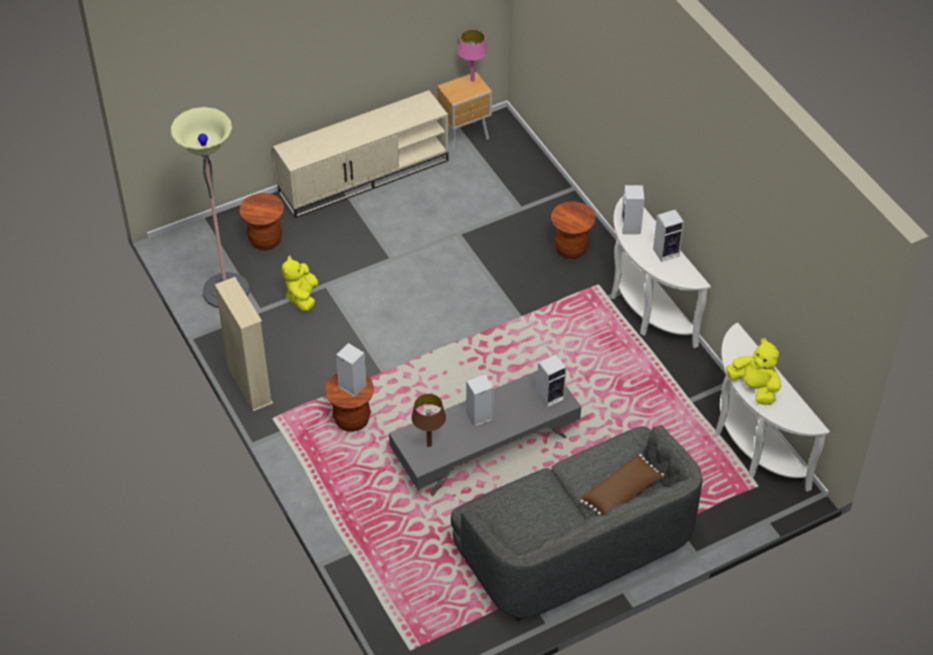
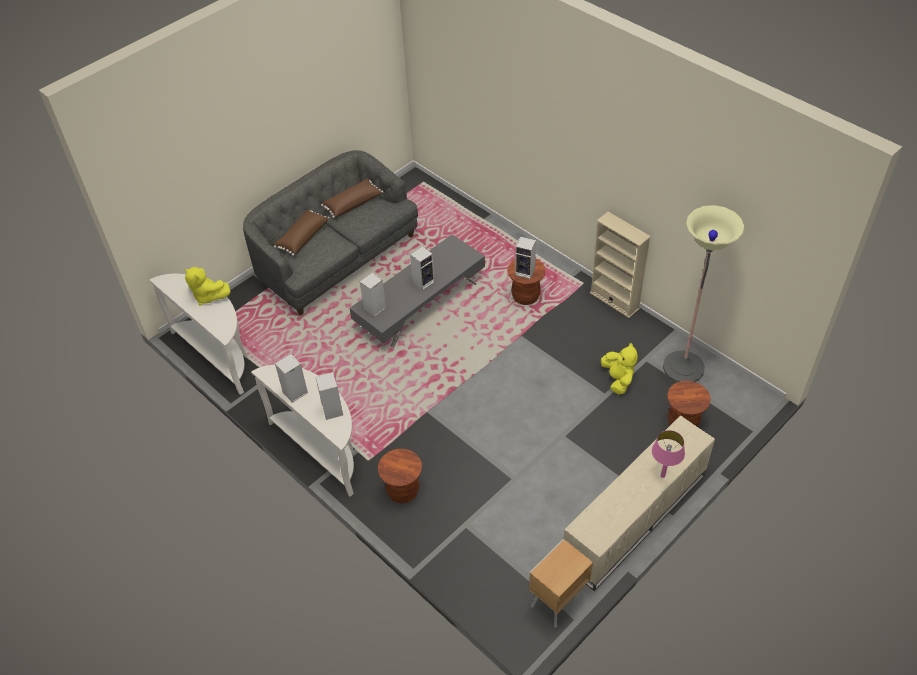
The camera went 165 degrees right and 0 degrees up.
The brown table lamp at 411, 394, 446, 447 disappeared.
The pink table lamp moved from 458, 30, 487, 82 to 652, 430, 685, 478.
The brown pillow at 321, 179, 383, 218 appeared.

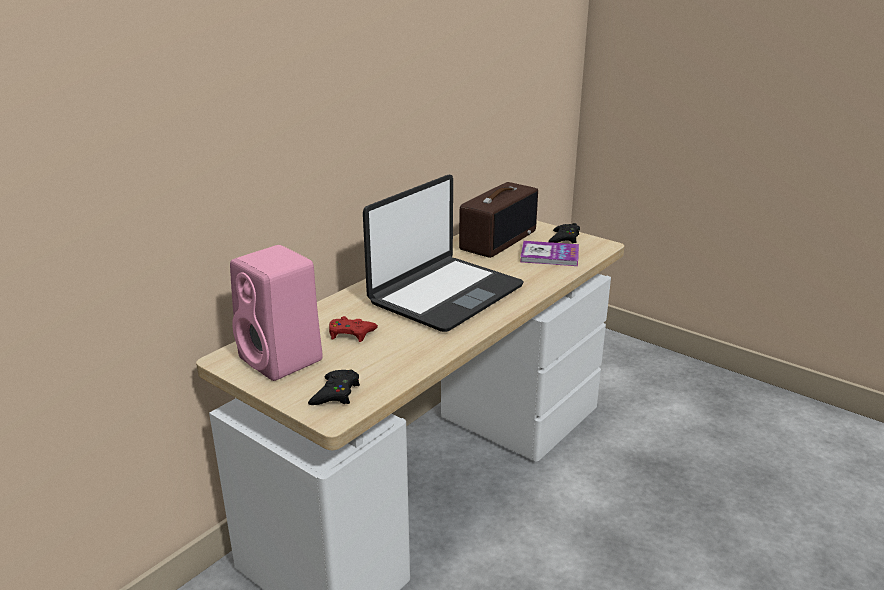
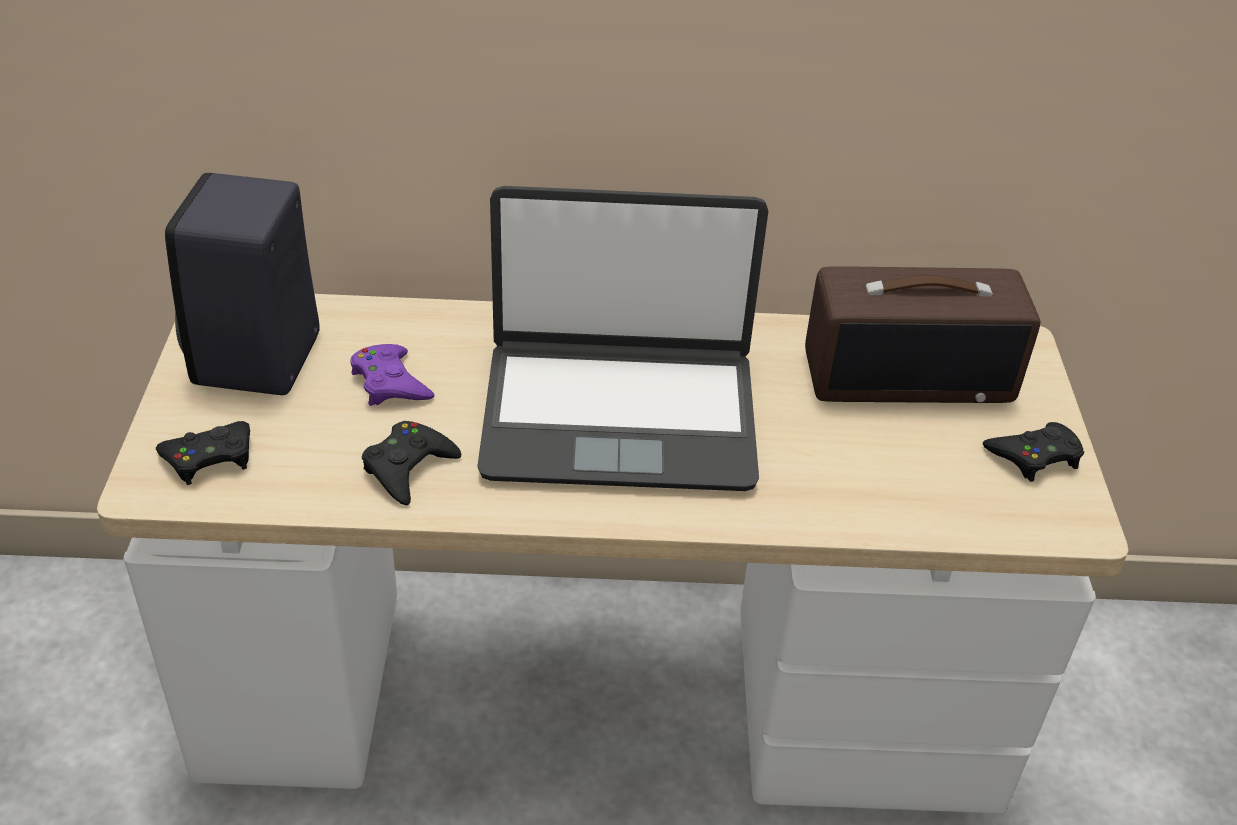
The camera went 50 degrees right and 15 degrees up.
The pink speaker at 230, 245, 323, 381 became the black speaker at 165, 173, 320, 395.
The red game controller at 329, 316, 378, 342 became the purple game controller at 350, 344, 434, 406.
The book at 520, 241, 579, 266 disappeared.
The black game controller at 362, 421, 461, 505 appeared.

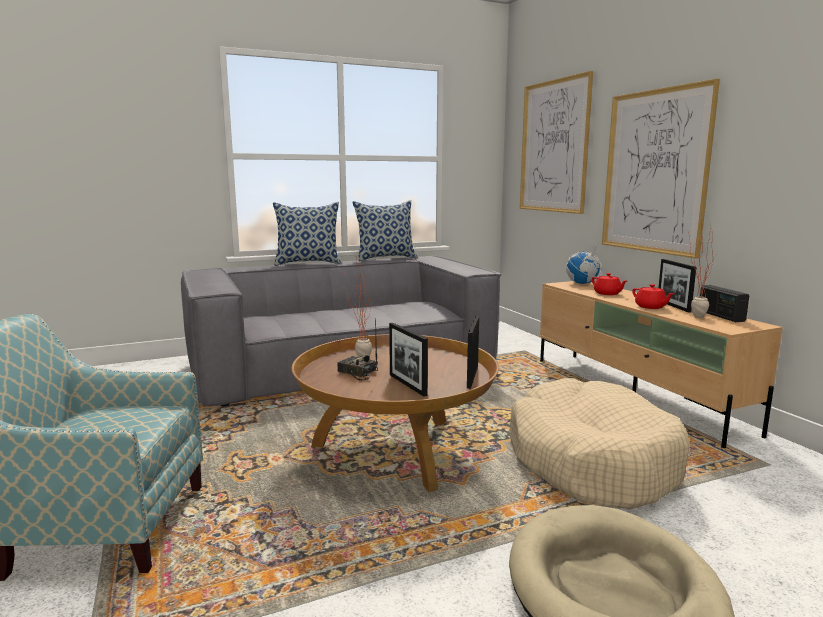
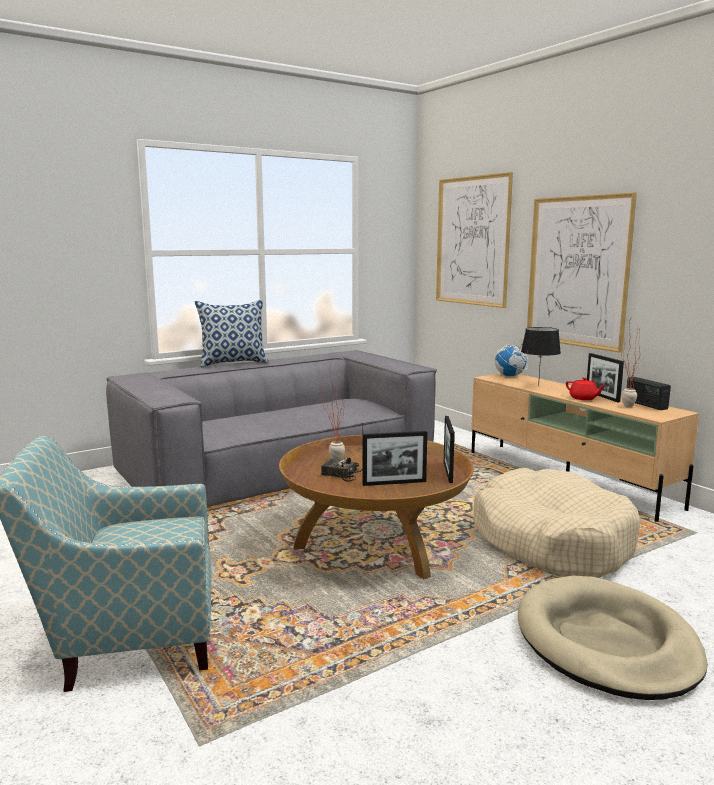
The camera went 10 degrees left and 0 degrees up.
The pillow at 353, 200, 418, 261 disappeared.
The picture frame at 389, 323, 428, 397 turned 60 degrees counterclockwise.
The red teapot at 592, 273, 627, 295 was replaced by the black table lamp at 521, 327, 561, 386.

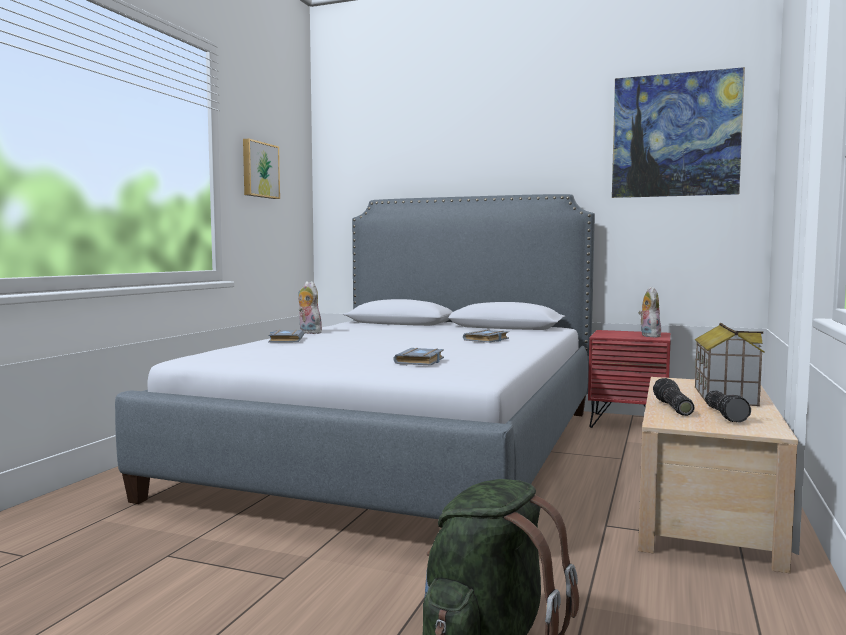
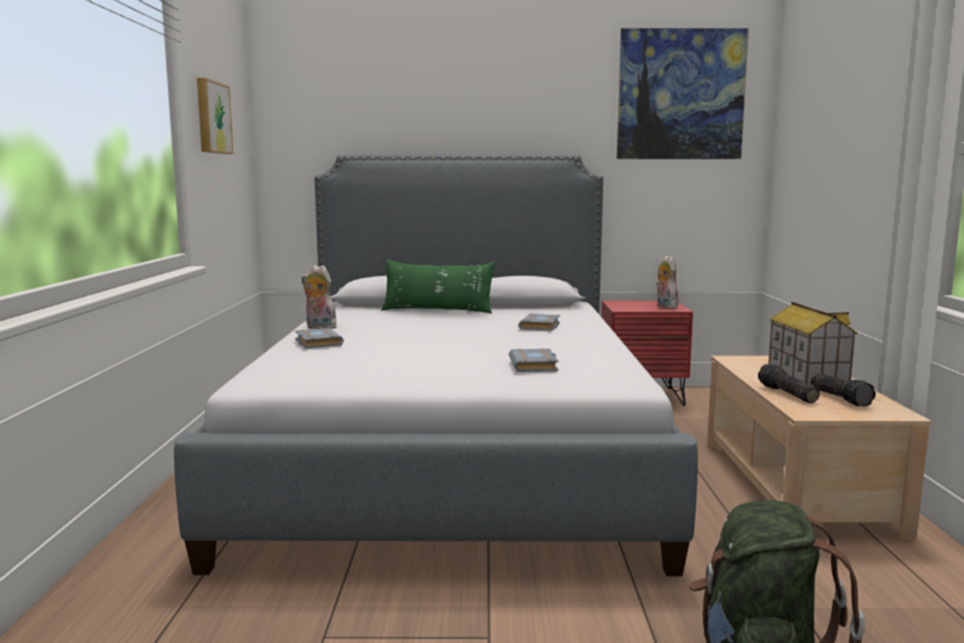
The camera went 20 degrees left and 5 degrees up.
The green pillow at 381, 259, 494, 314 appeared.

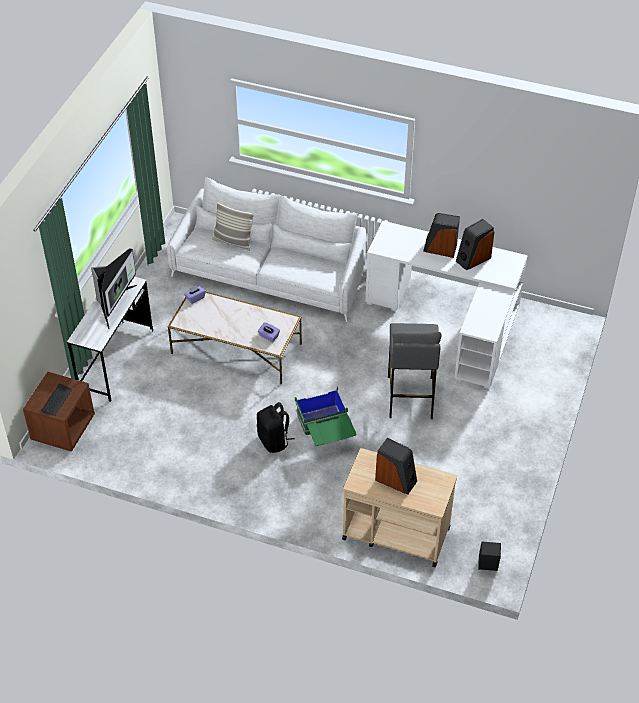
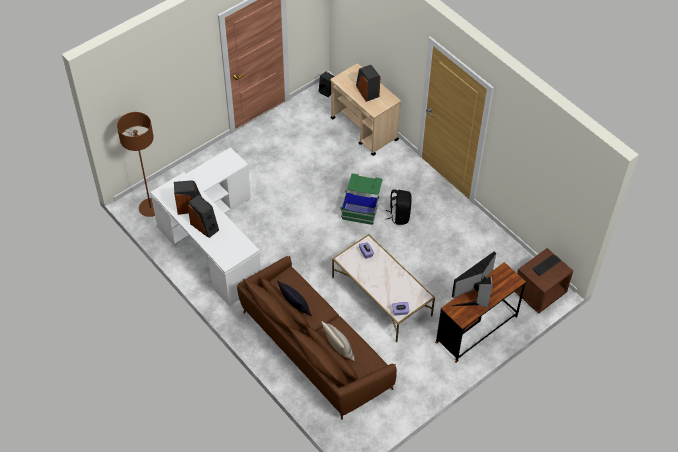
The camera went 150 degrees left and 5 degrees up.
The white desk at 67, 277, 153, 402 became the brown desk at 435, 262, 526, 363.
The white sofa at 167, 177, 367, 322 became the brown sofa at 237, 256, 397, 420.
The grey stool at 388, 323, 442, 419 disappeared.
The brown floor lamp at 117, 112, 155, 217 appeared.
The pillow at 277, 280, 312, 317 appeared.

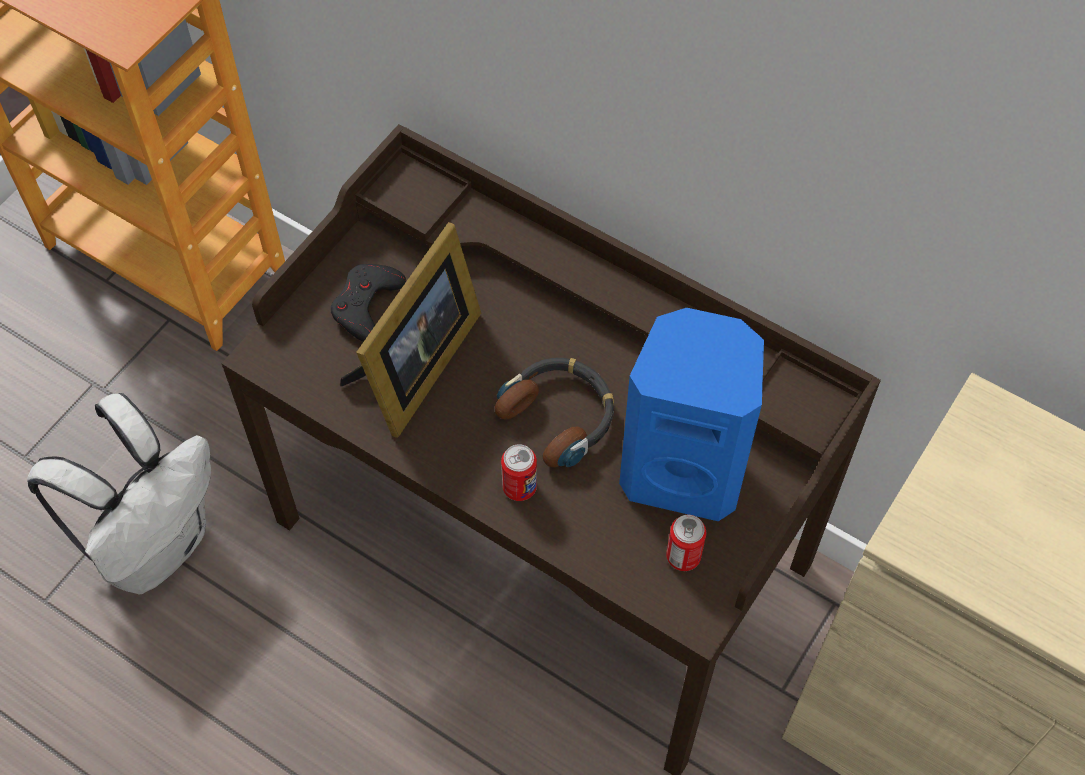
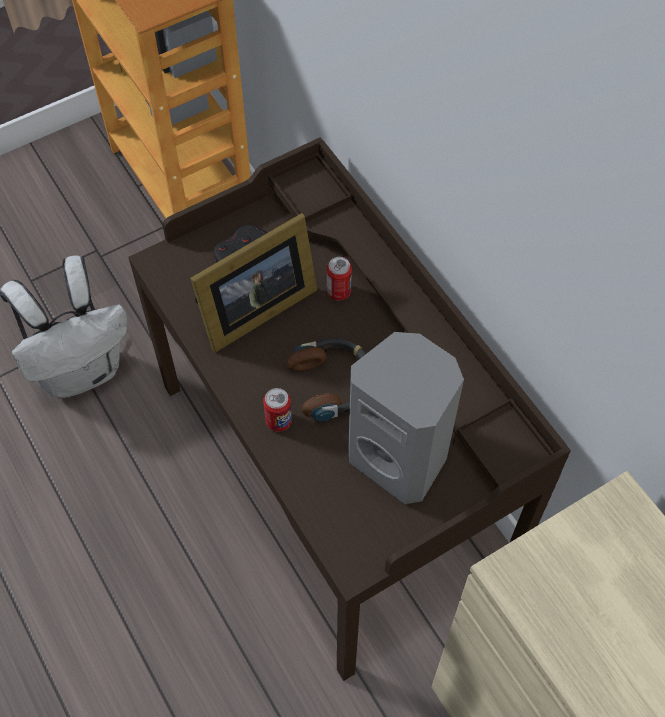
The camera went 25 degrees right and 0 degrees up.
The blue speaker at 619, 308, 764, 521 became the grey speaker at 349, 332, 464, 504.
The can moved from 666, 515, 706, 571 to 327, 257, 352, 300.

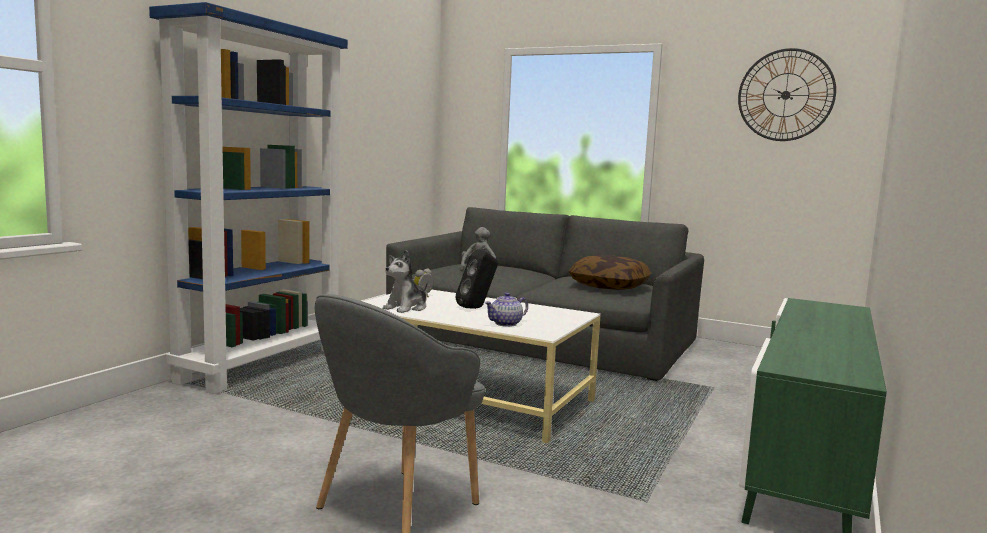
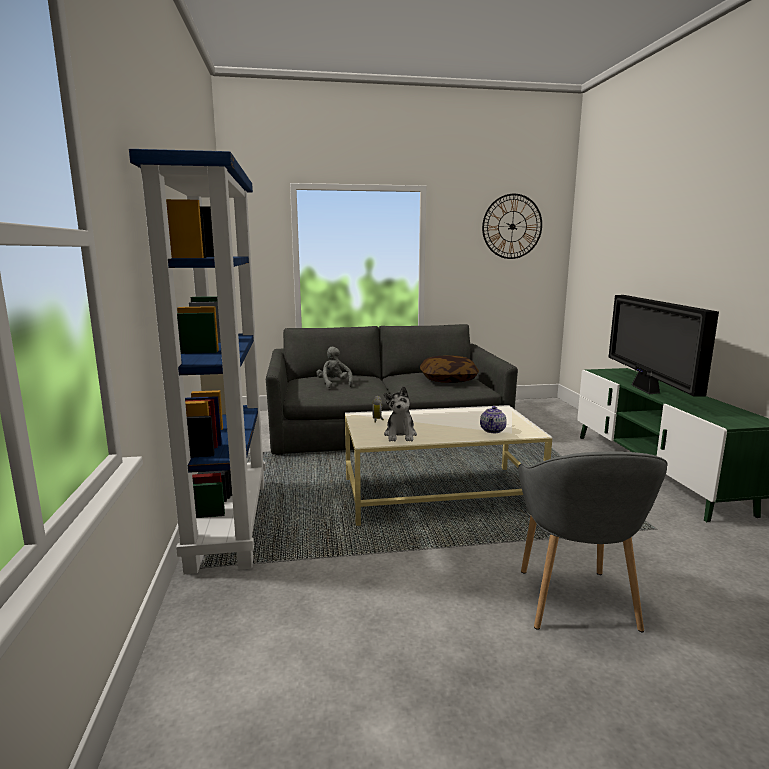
The camera went 35 degrees left and 5 degrees up.
The black speaker at 455, 249, 498, 309 disappeared.
The television at 609, 295, 719, 396 appeared.

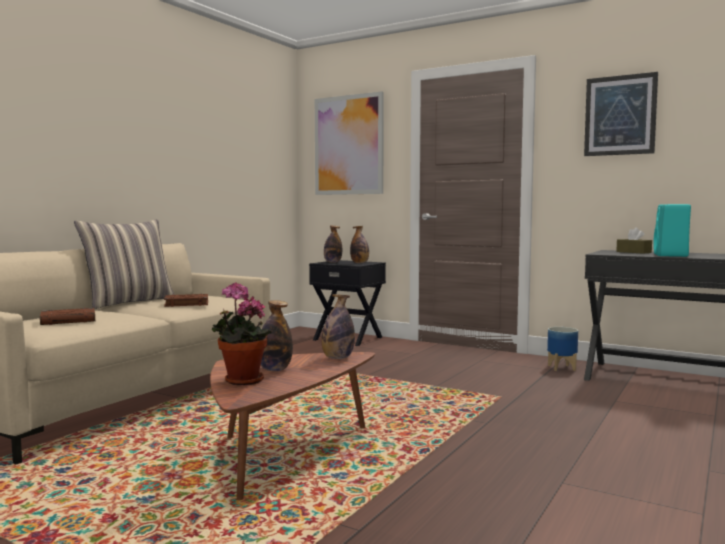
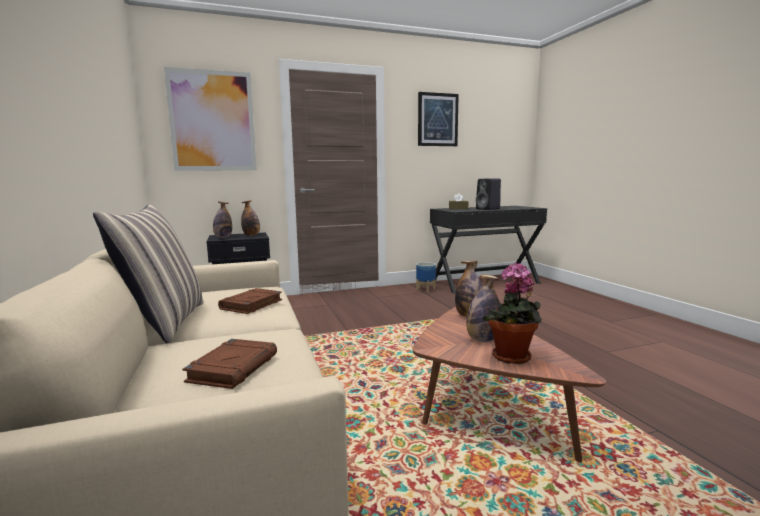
The camera went 50 degrees left and 5 degrees up.
The turquoise speaker at 653, 204, 691, 257 became the black speaker at 476, 178, 501, 210.

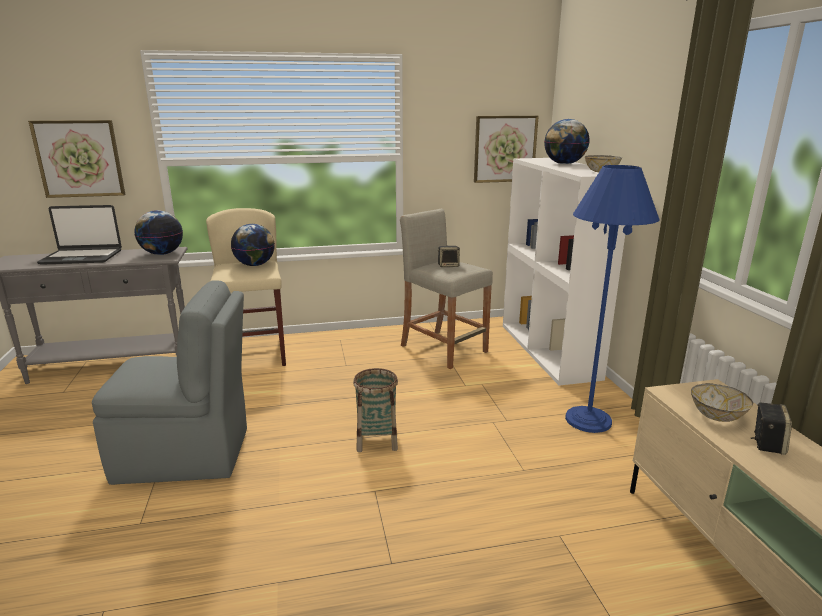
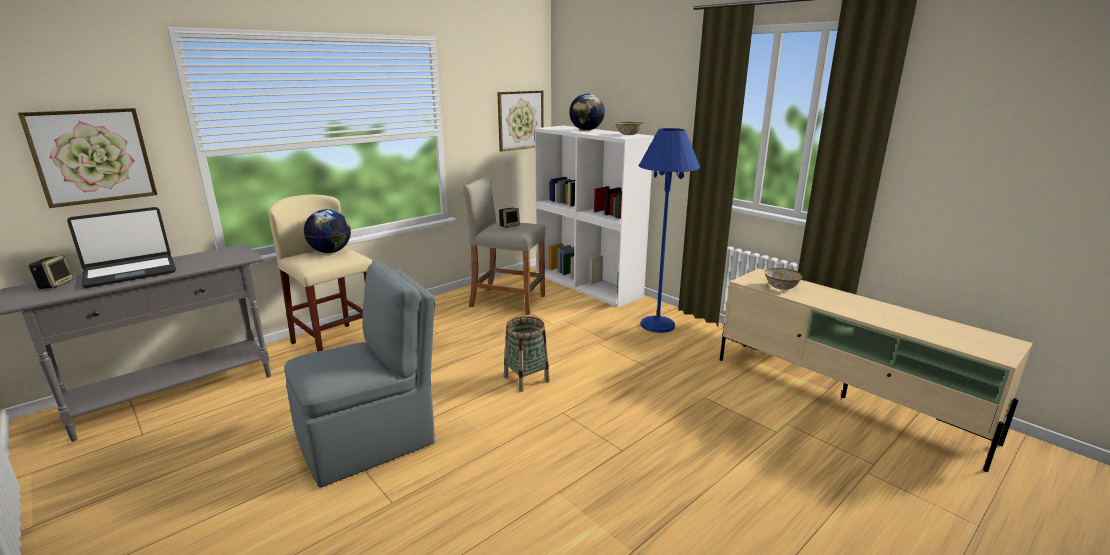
The camera went 30 degrees left and 0 degrees up.
The globe at 134, 210, 183, 255 disappeared.
The speaker moved from 751, 403, 792, 455 to 29, 255, 74, 289.

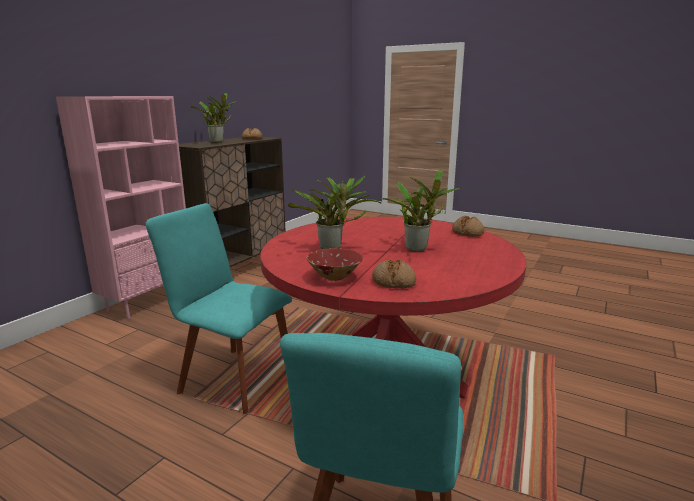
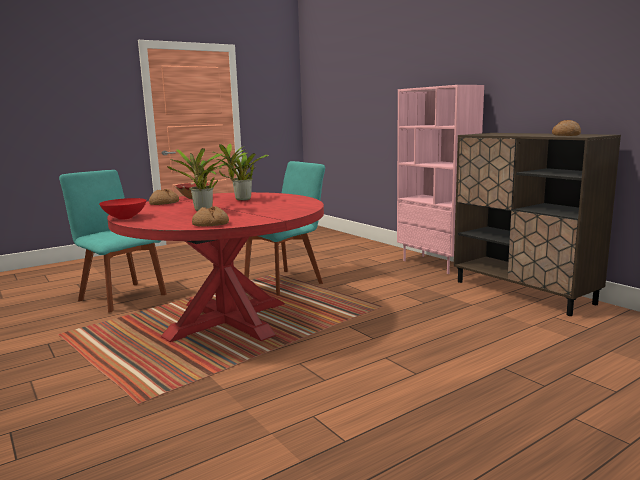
The camera went 115 degrees right and 5 degrees down.
The potted plant at 190, 93, 236, 143 disappeared.
The red bowl at 99, 198, 146, 220 appeared.

